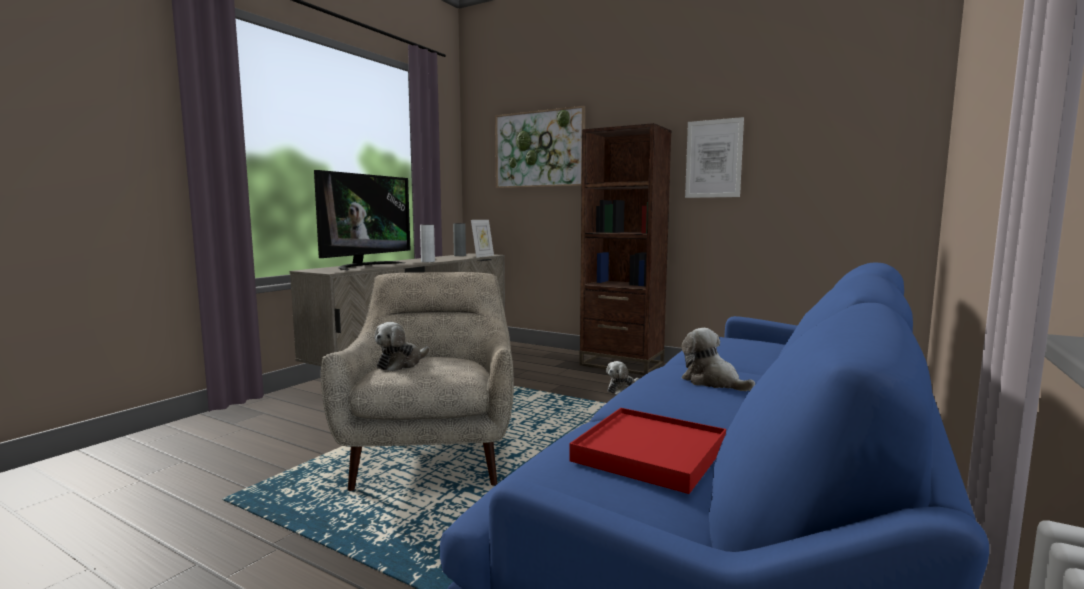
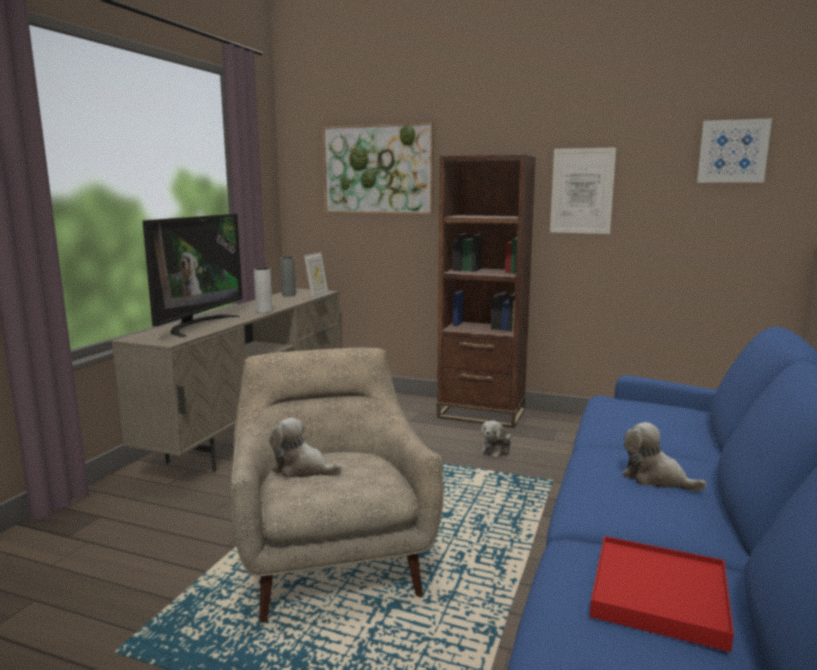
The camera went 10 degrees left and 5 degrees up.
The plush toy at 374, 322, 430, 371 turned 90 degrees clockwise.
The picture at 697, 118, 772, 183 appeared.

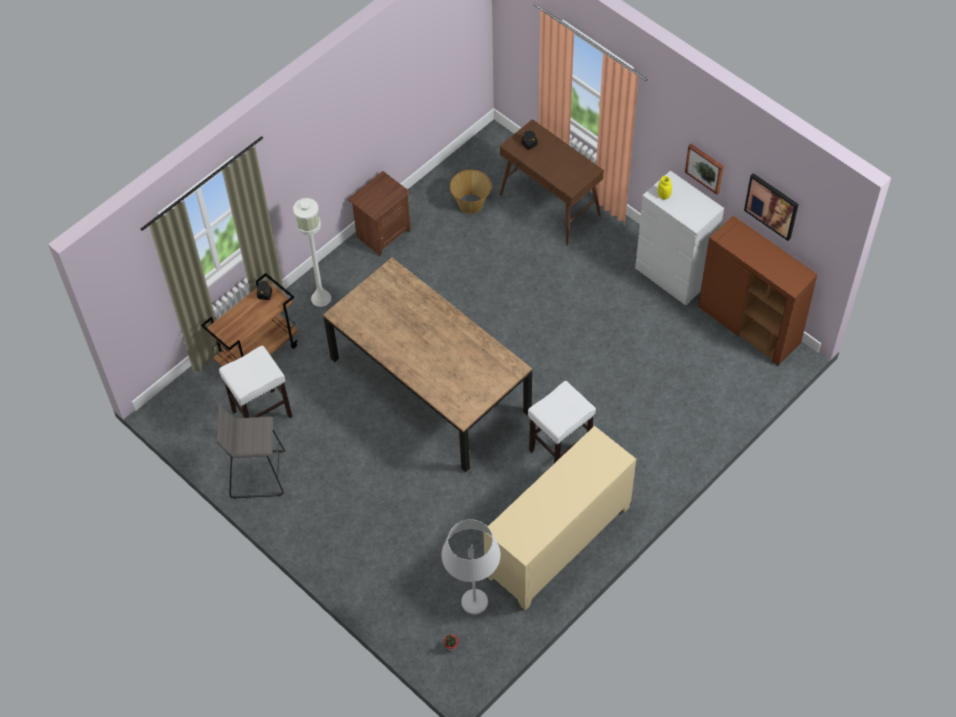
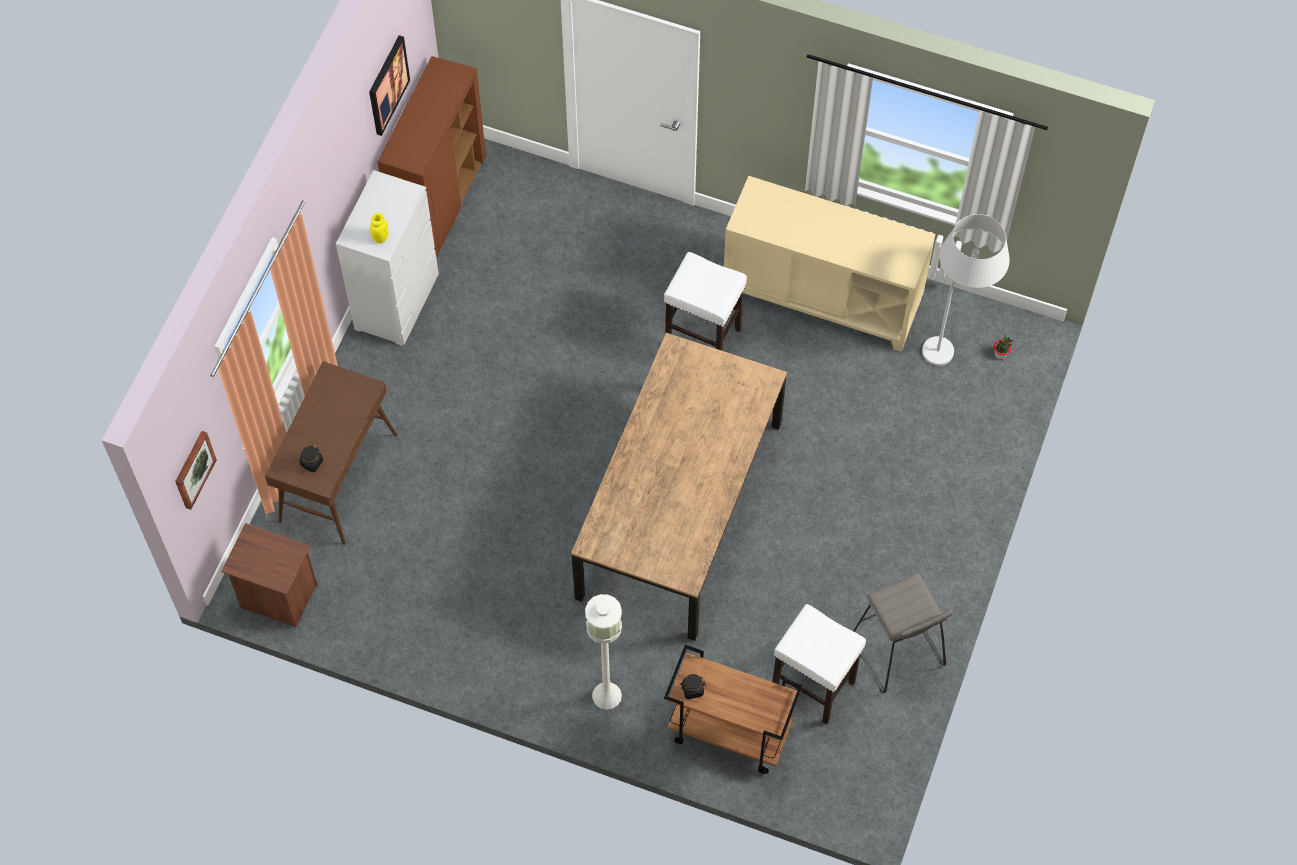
The camera went 115 degrees left and 5 degrees up.
The brown nightstand moved from 348, 171, 411, 257 to 221, 523, 318, 627.
The basket at 450, 170, 491, 214 disappeared.
The picture moved from 685, 144, 724, 195 to 175, 431, 217, 510.

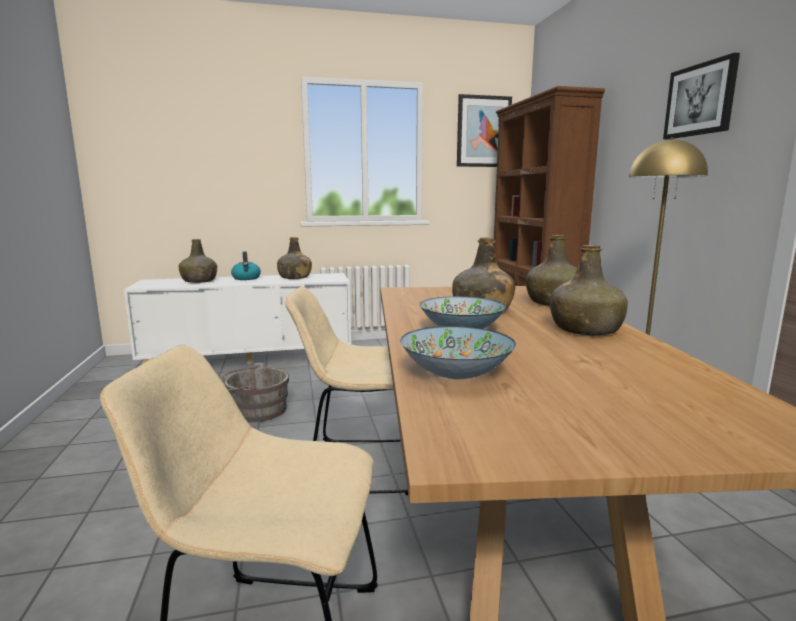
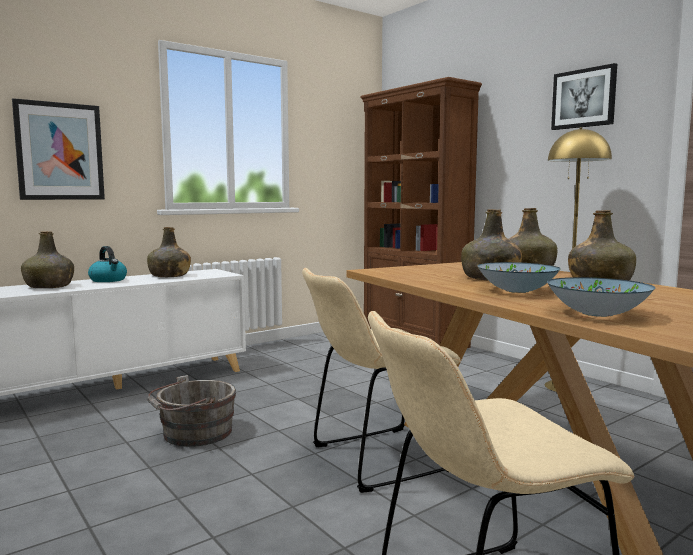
The camera went 25 degrees left and 5 degrees down.
The picture moved from 457, 94, 512, 167 to 12, 98, 105, 200.

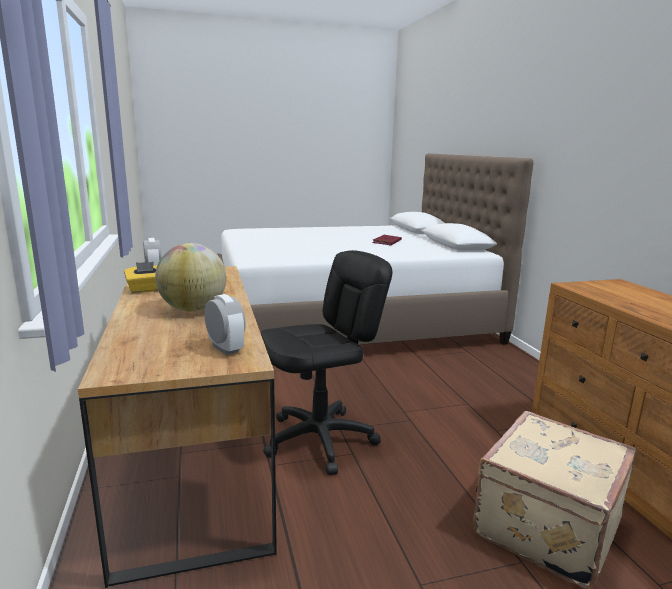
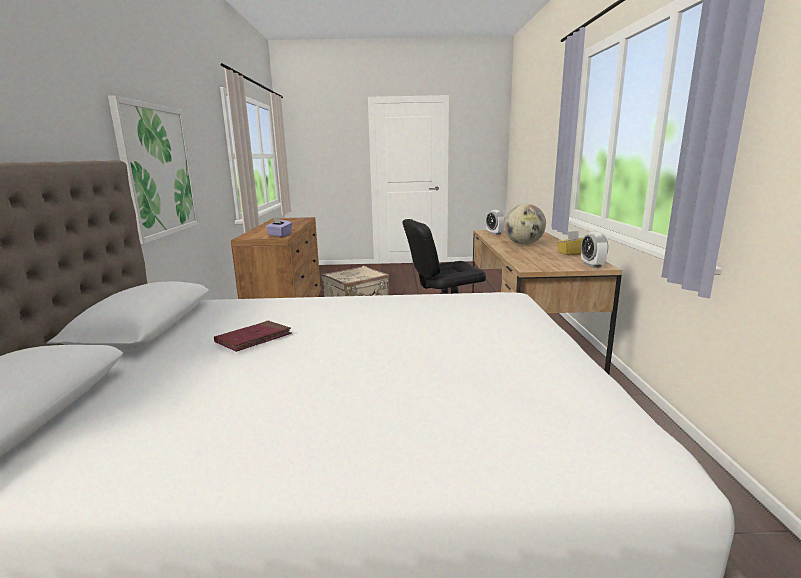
The camera went 165 degrees left and 0 degrees up.
The picture at 108, 96, 199, 244 appeared.
The purple tissue box at 265, 217, 292, 237 appeared.

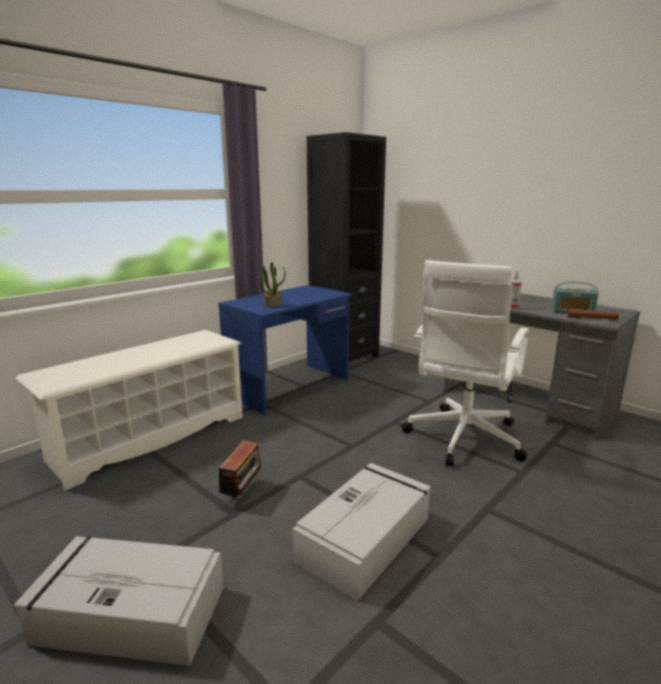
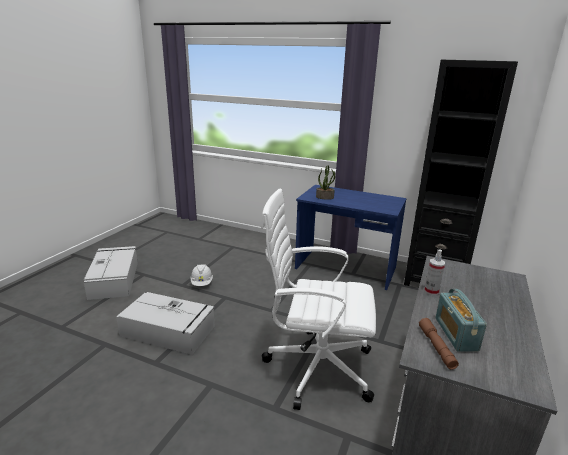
The camera went 70 degrees right and 5 degrees up.
The white shoe rack at 16, 330, 243, 491 disappeared.
The radio at 219, 440, 261, 503 was replaced by the white hard hat at 190, 265, 213, 286.

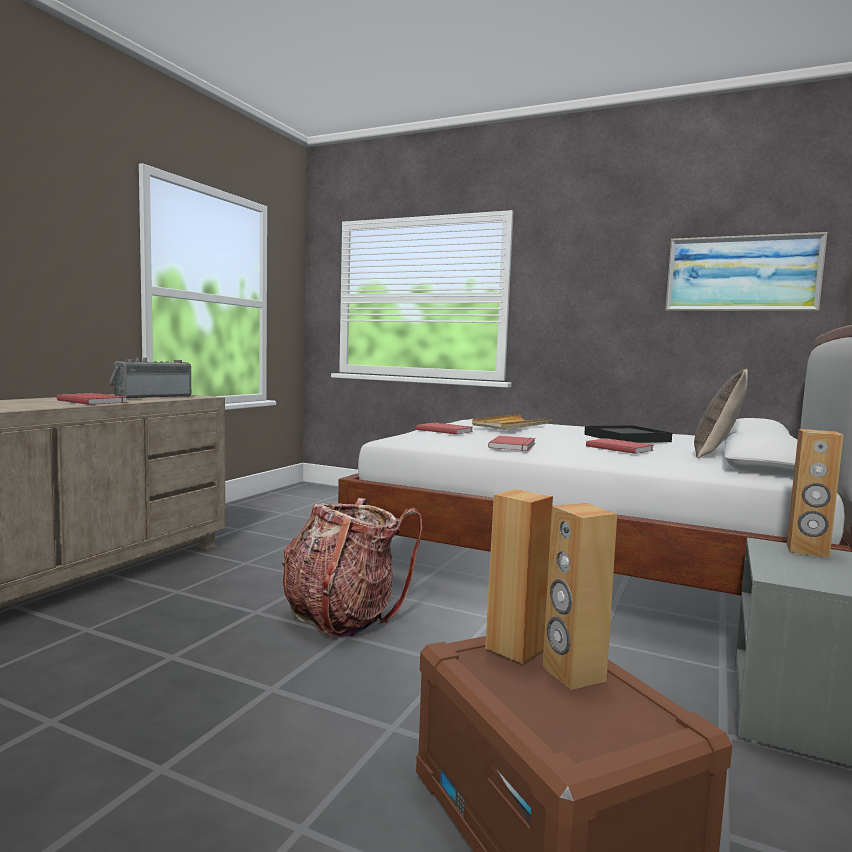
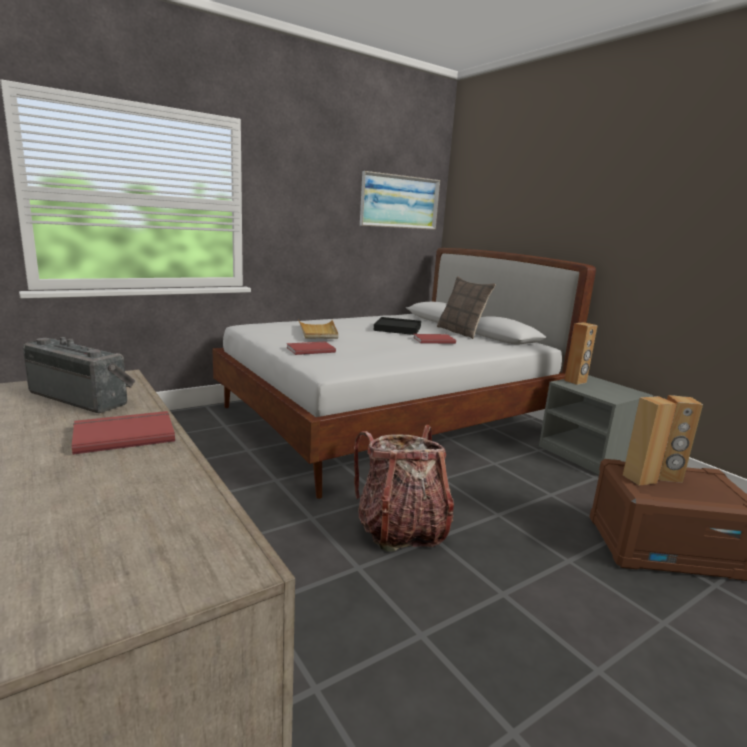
The camera went 60 degrees left and 10 degrees up.
The radio at 109, 358, 191, 398 turned 135 degrees clockwise.
The red book at 488, 436, 535, 451 disappeared.

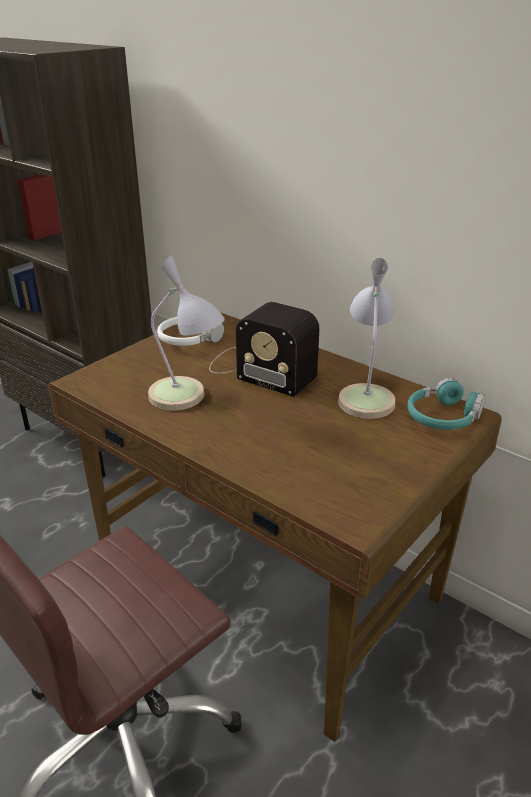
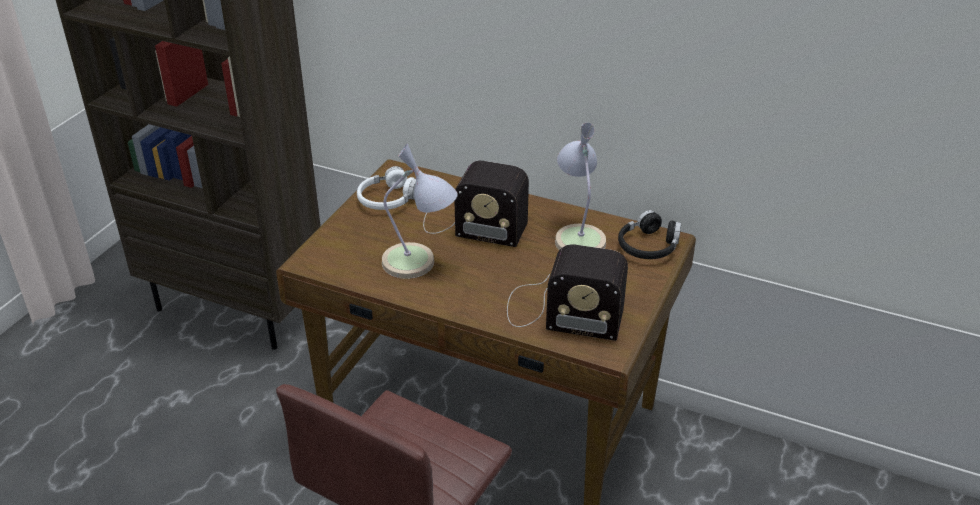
The camera went 15 degrees left and 5 degrees up.
The turquoise headphones at 407, 378, 485, 430 became the black headphones at 618, 210, 681, 259.
The radio at 507, 244, 628, 341 appeared.

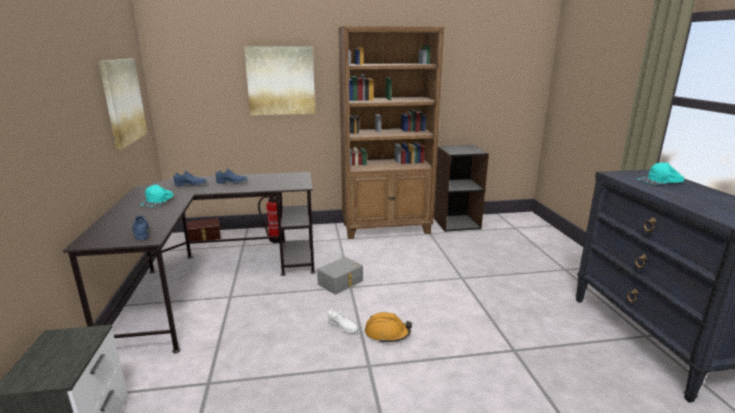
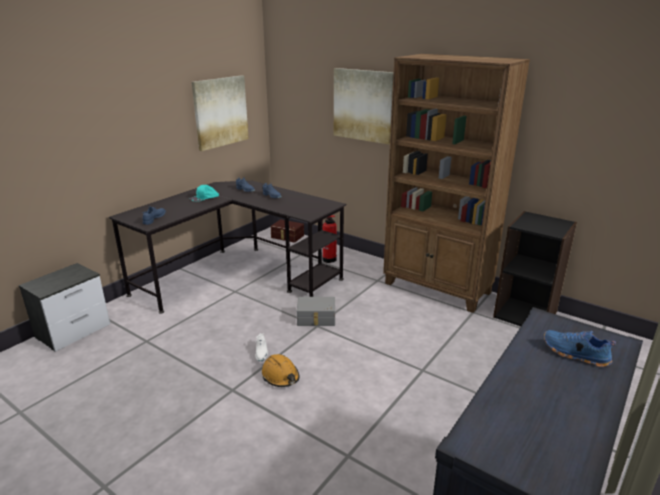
The camera went 45 degrees right and 5 degrees up.
The turquoise cap at 637, 162, 684, 184 was replaced by the blue shoe at 544, 330, 616, 367.

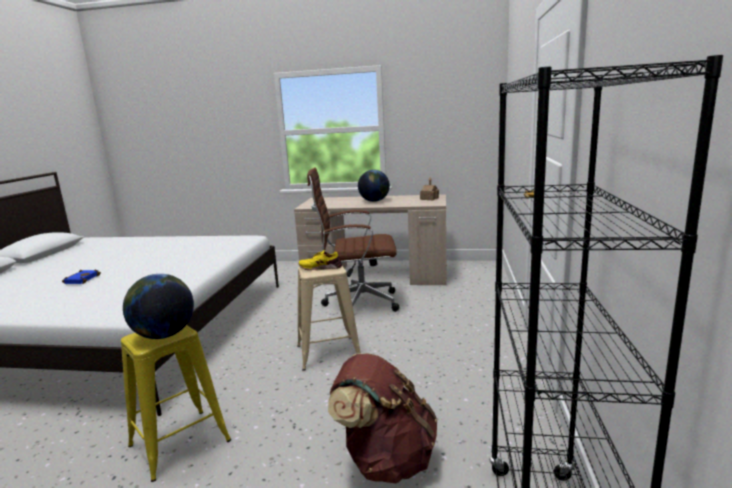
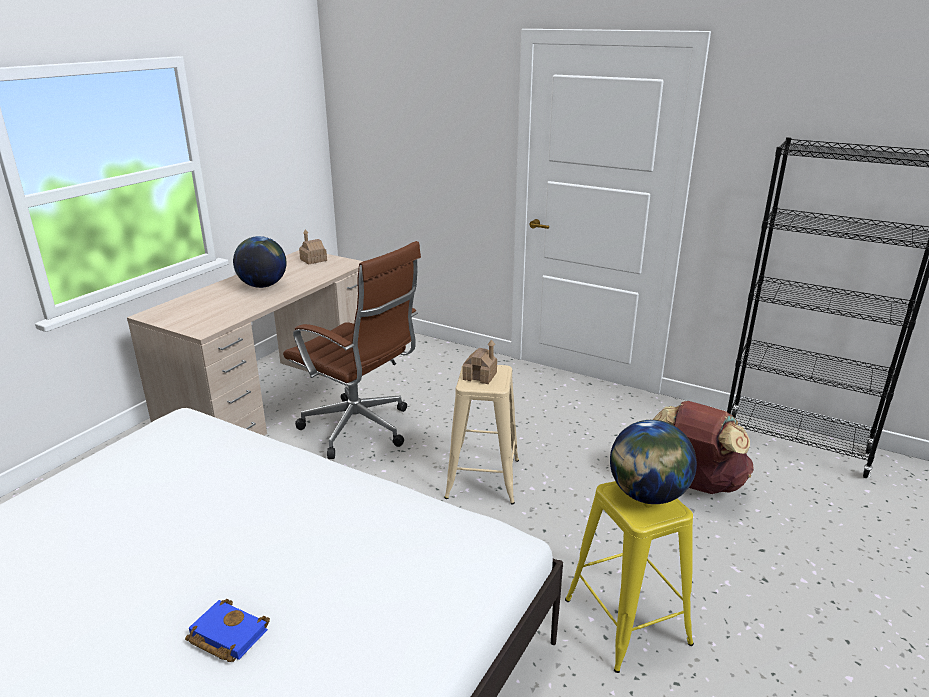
The camera went 70 degrees left and 10 degrees up.
The yellow shoe at 299, 250, 342, 270 was replaced by the toy house at 463, 340, 497, 384.
The brown office chair at 307, 167, 399, 312 turned 75 degrees counterclockwise.

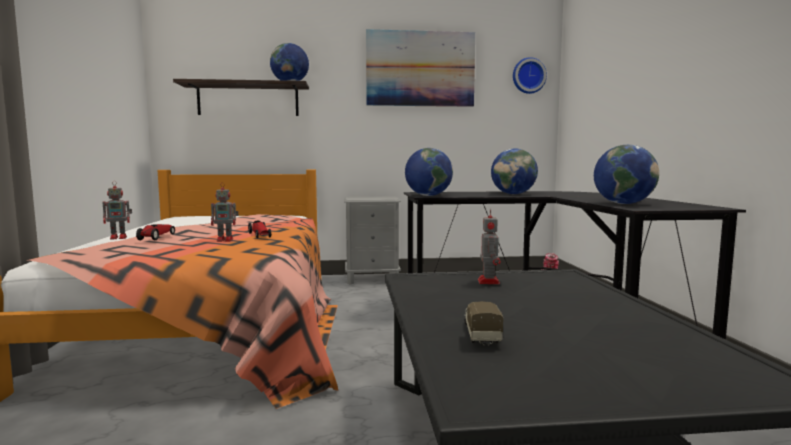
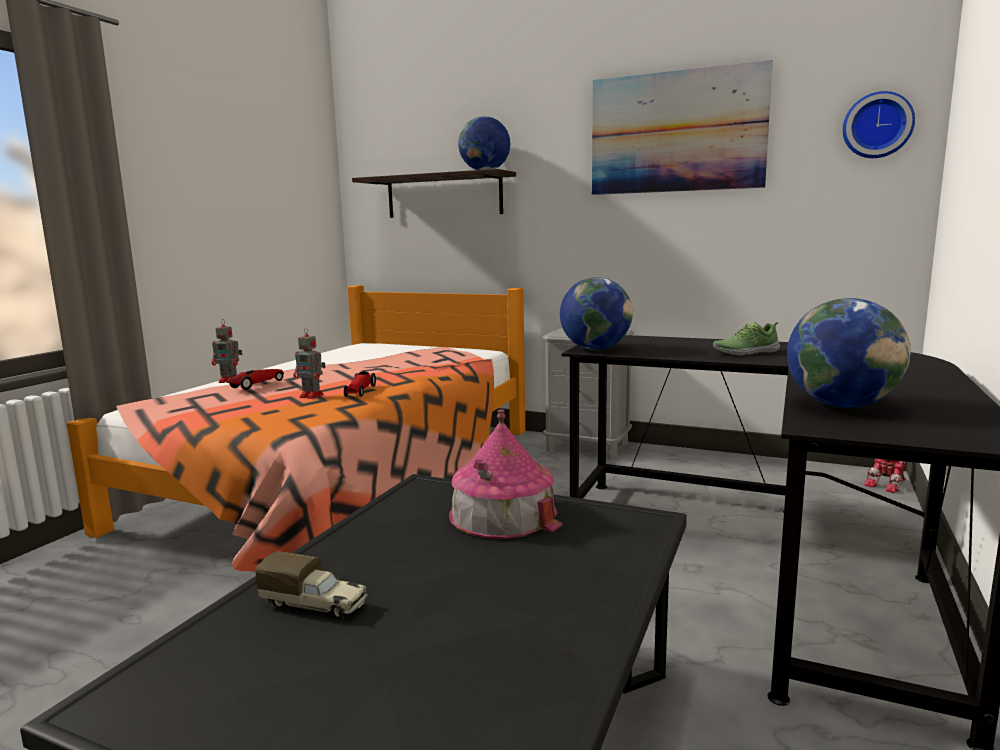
The camera went 30 degrees right and 5 degrees up.
The toy truck at 464, 301, 503, 346 turned 75 degrees clockwise.
The toy robot at 478, 209, 501, 284 was replaced by the toy house at 449, 410, 563, 539.
The globe at 491, 148, 538, 194 was replaced by the shoe at 713, 322, 780, 356.

